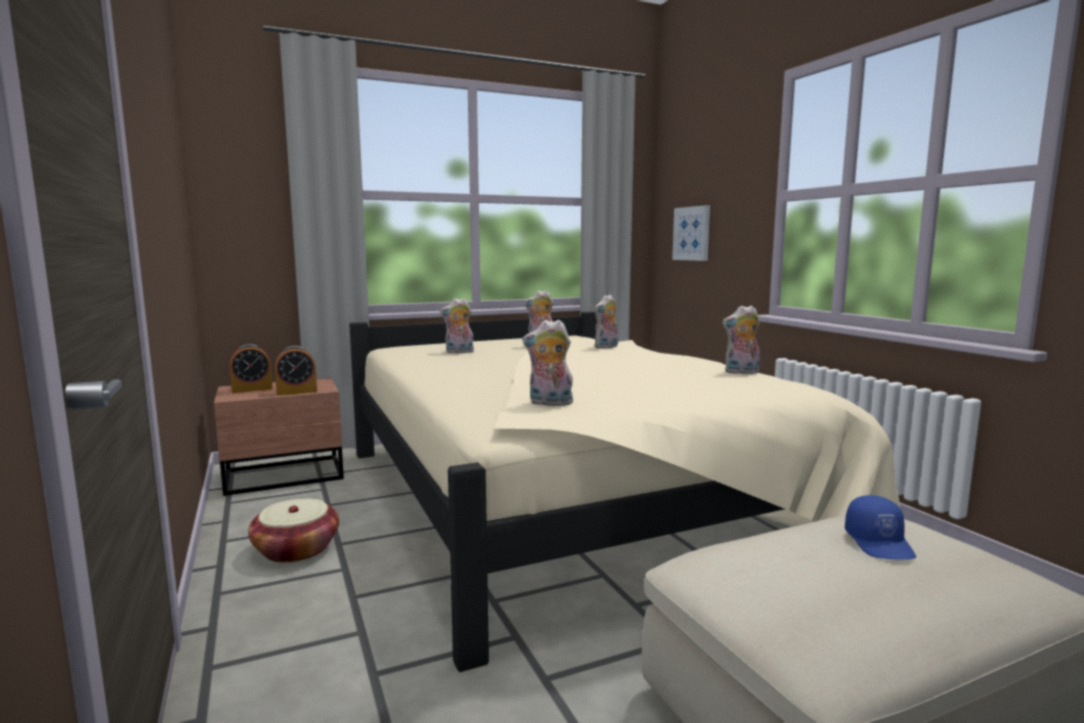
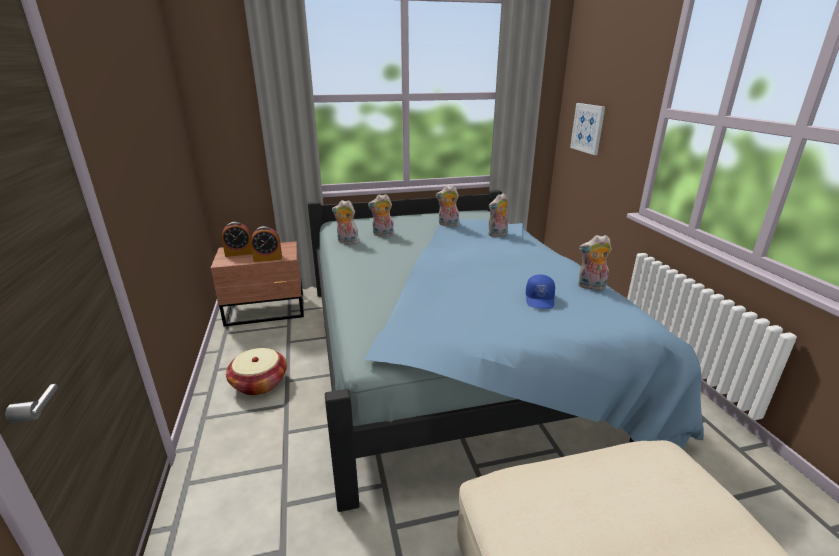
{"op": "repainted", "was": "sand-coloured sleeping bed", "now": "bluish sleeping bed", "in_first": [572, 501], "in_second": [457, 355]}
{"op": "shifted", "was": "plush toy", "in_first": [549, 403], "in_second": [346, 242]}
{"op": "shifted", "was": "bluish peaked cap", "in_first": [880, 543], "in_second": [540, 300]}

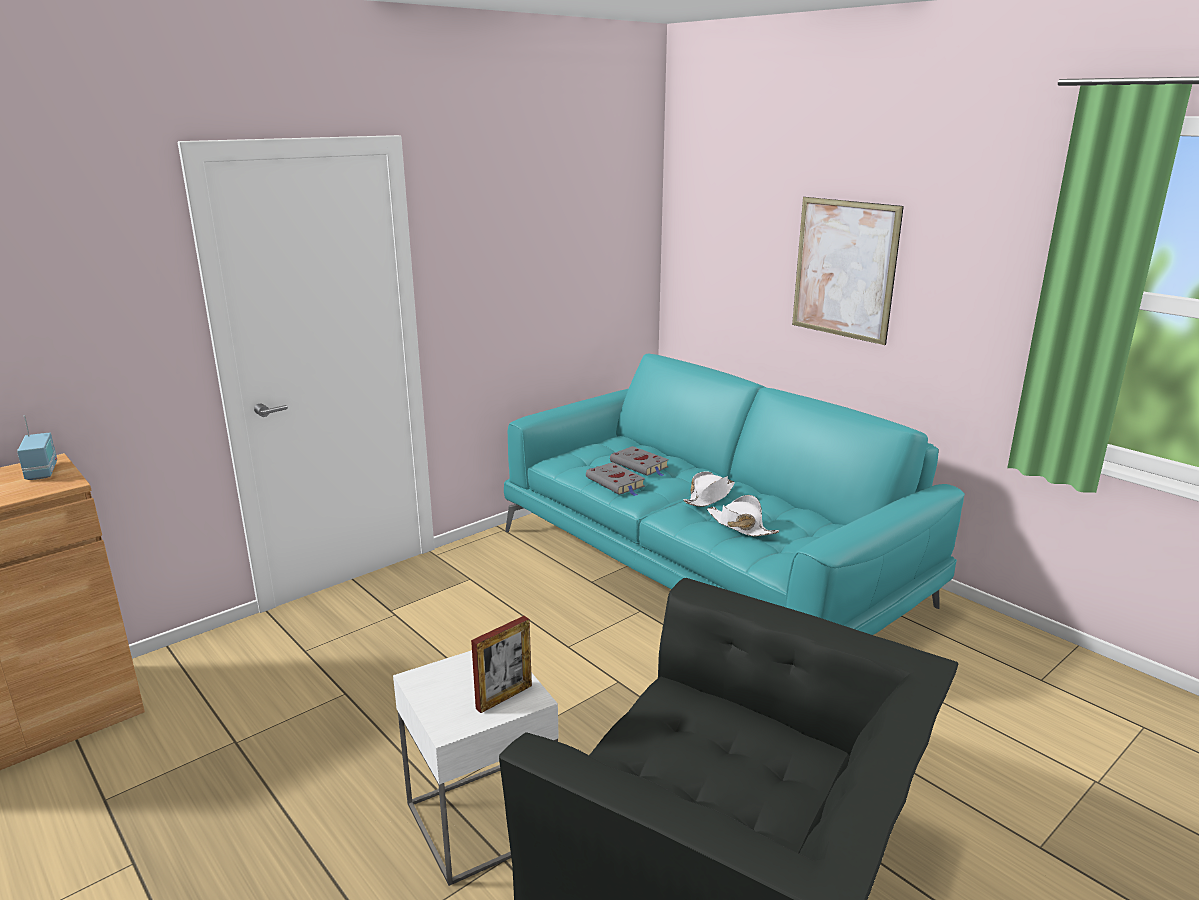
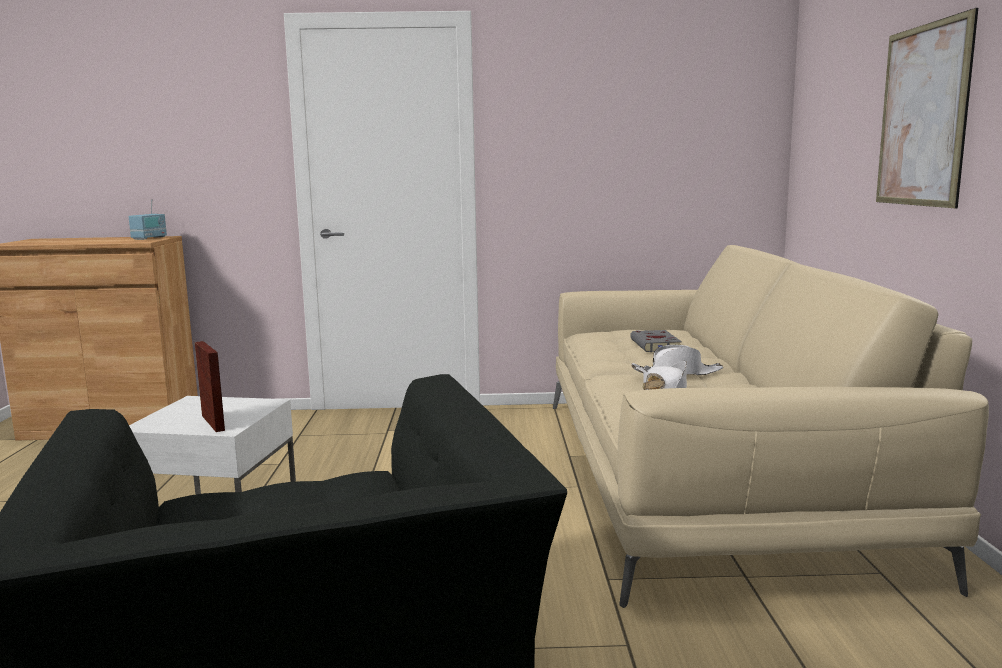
{"op": "repainted", "was": "blue-green settee", "now": "sand-coloured settee", "in_first": [707, 568], "in_second": [702, 477]}
{"op": "gone", "was": "gray bound book", "in_first": [616, 483]}
{"op": "rotated", "was": "standing frame", "in_first": [504, 697], "in_second": [213, 423], "clockwise": -120}

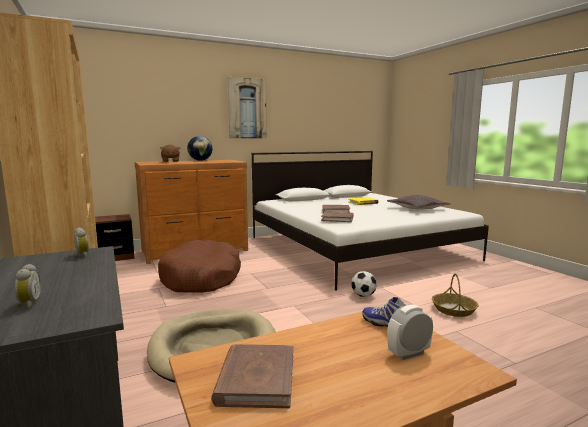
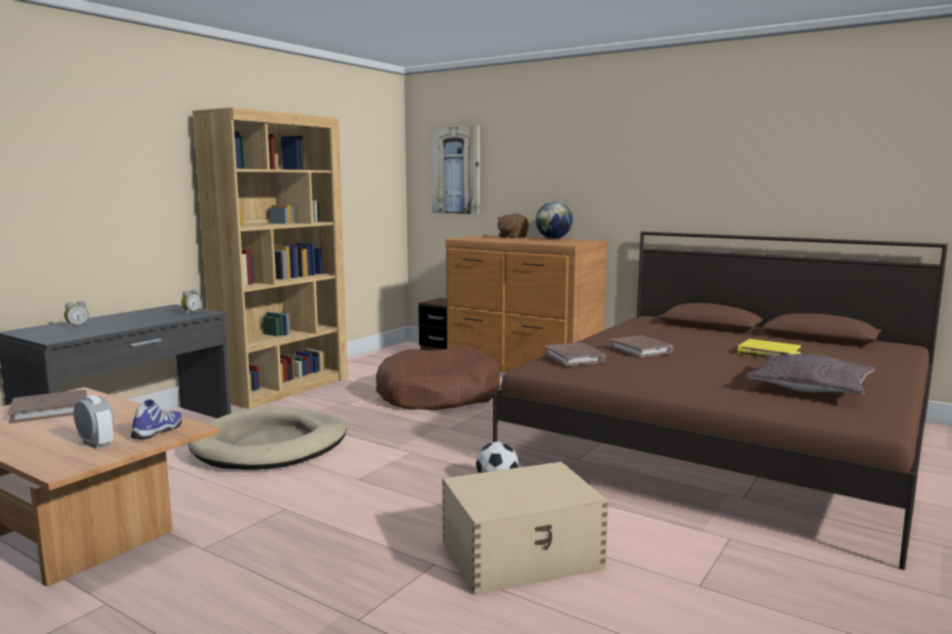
{"op": "shifted", "was": "picture", "in_first": [247, 108], "in_second": [456, 170]}
{"op": "repainted", "was": "white sleeping bed", "now": "brownish sleeping bed", "in_first": [357, 248], "in_second": [726, 441]}
{"op": "swapped", "was": "storage basket", "now": "sand-coloured storage box", "in_first": [453, 309], "in_second": [523, 555]}

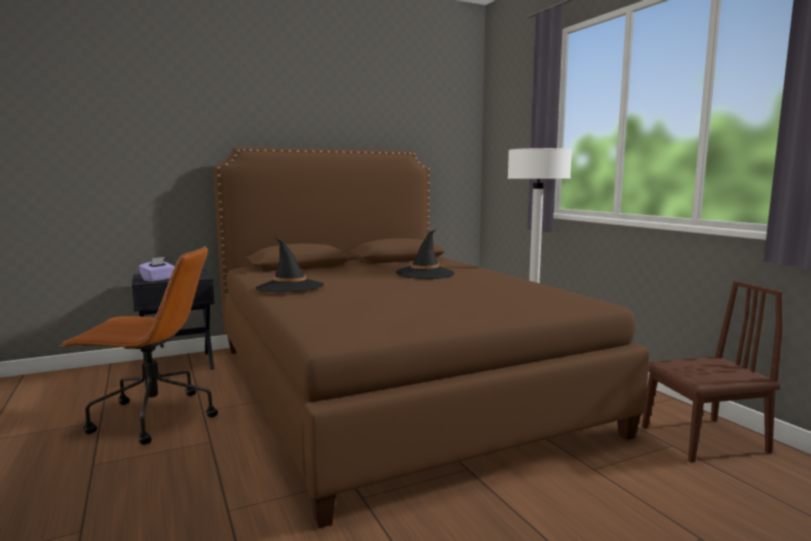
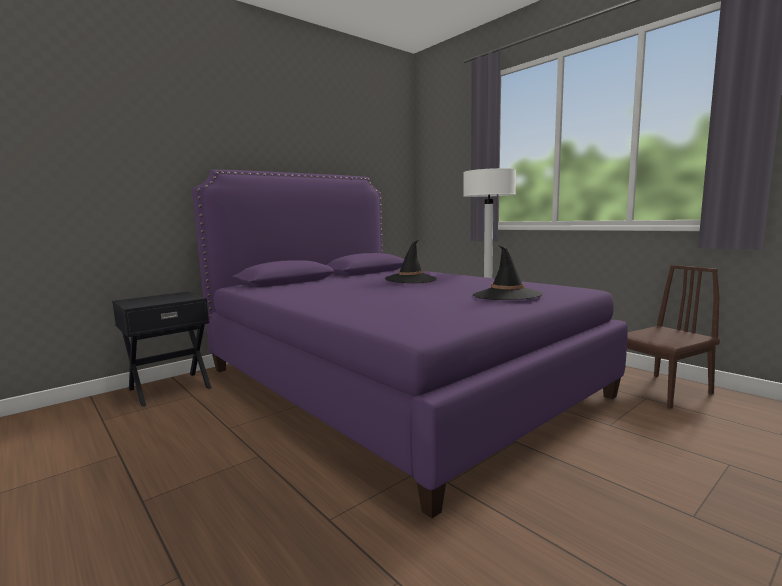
{"op": "repainted", "was": "brownish sleeping bed", "now": "purplish sleeping bed", "in_first": [390, 385], "in_second": [392, 382]}
{"op": "shifted", "was": "black-coloured hat", "in_first": [290, 287], "in_second": [507, 295]}
{"op": "gone", "was": "brownish office chair", "in_first": [152, 418]}
{"op": "gone", "was": "purplish box of tissues", "in_first": [158, 279]}

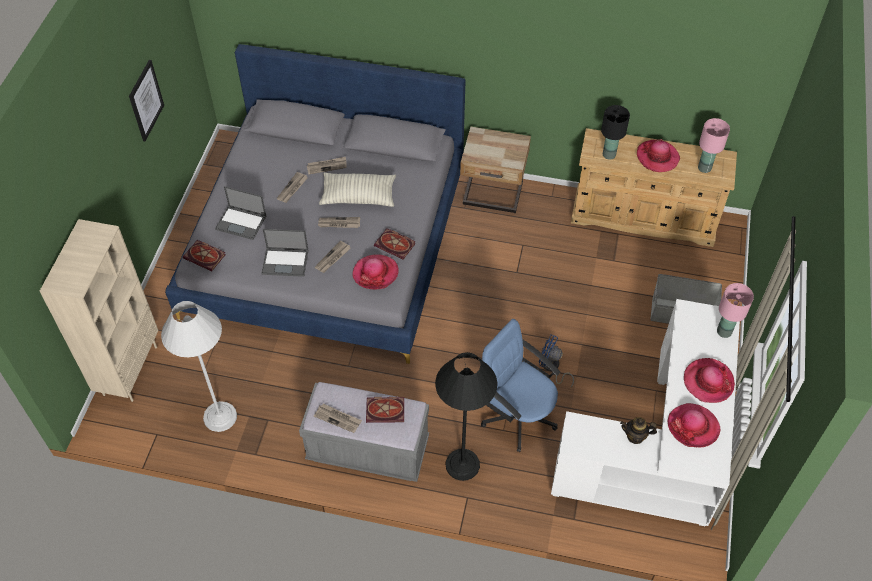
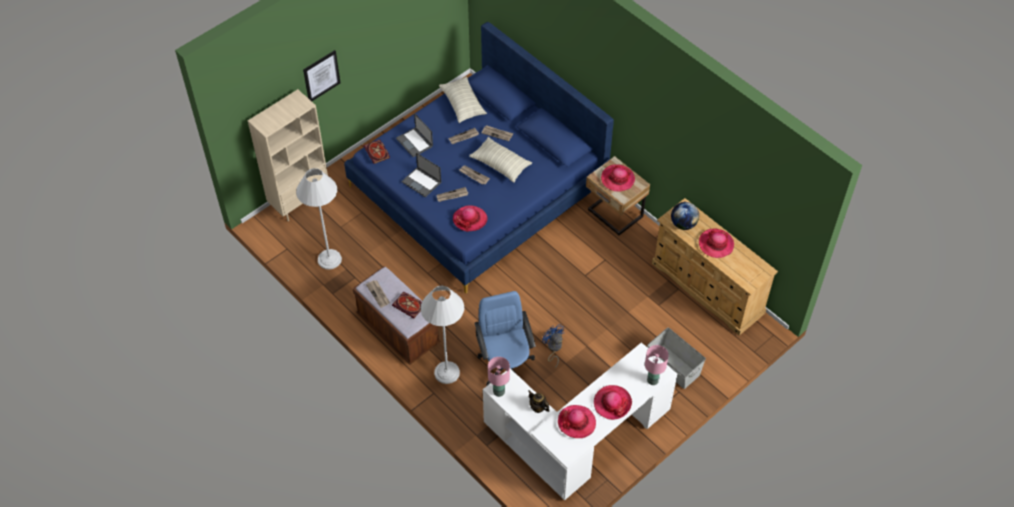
{"op": "repainted", "was": "gray sleeping bed", "now": "bluish sleeping bed", "in_first": [327, 243], "in_second": [478, 187]}
{"op": "shifted", "was": "picture", "in_first": [146, 100], "in_second": [321, 76]}
{"op": "swapped", "was": "black-coloured lamp for a table", "now": "world globe", "in_first": [608, 154], "in_second": [683, 224]}
{"op": "shifted", "was": "pink-coloured lamp for a table", "in_first": [705, 168], "in_second": [499, 392]}
{"op": "gone", "was": "bound book", "in_first": [396, 245]}
{"op": "repainted", "was": "black-coloured floor lamp", "now": "white floor lamp", "in_first": [462, 464], "in_second": [447, 372]}
{"op": "repainted", "was": "gray long seat", "now": "brownish long seat", "in_first": [368, 450], "in_second": [398, 330]}
{"op": "new", "now": "cushion", "in_second": [463, 105]}
{"op": "new", "now": "hat", "in_second": [617, 179]}

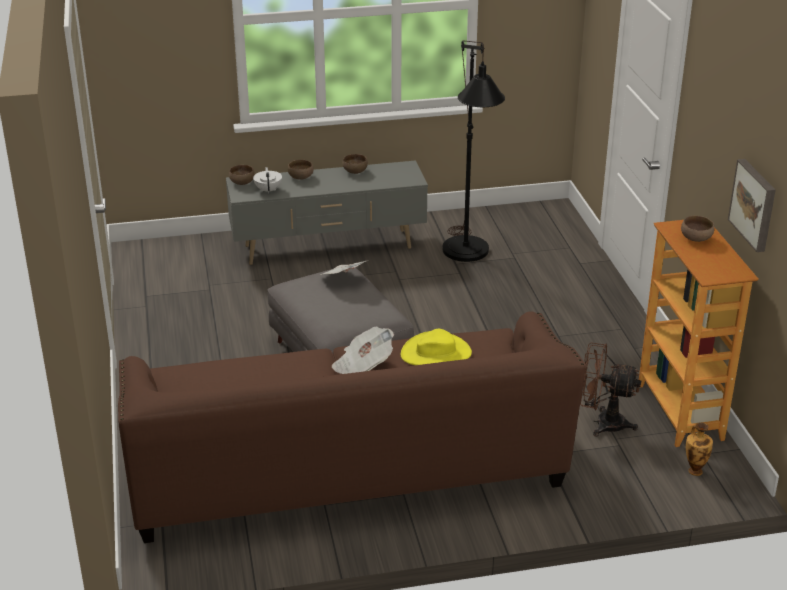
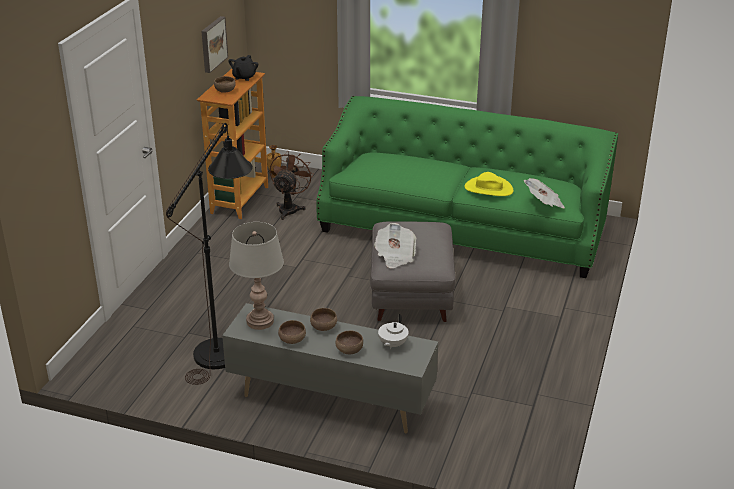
{"op": "shifted", "was": "brownish serving bowl", "in_first": [241, 182], "in_second": [324, 327]}
{"op": "repainted", "was": "brownish settee", "now": "green-coloured settee", "in_first": [346, 472], "in_second": [462, 229]}
{"op": "shifted", "was": "daily paper", "in_first": [363, 366], "in_second": [544, 203]}
{"op": "shifted", "was": "yellow hat", "in_first": [436, 353], "in_second": [488, 189]}
{"op": "rotated", "was": "brownish electric fan", "in_first": [602, 423], "in_second": [290, 208], "clockwise": -120}
{"op": "new", "now": "black-coloured pot for tea", "in_second": [244, 77]}
{"op": "new", "now": "gray lamp for a table", "in_second": [260, 321]}

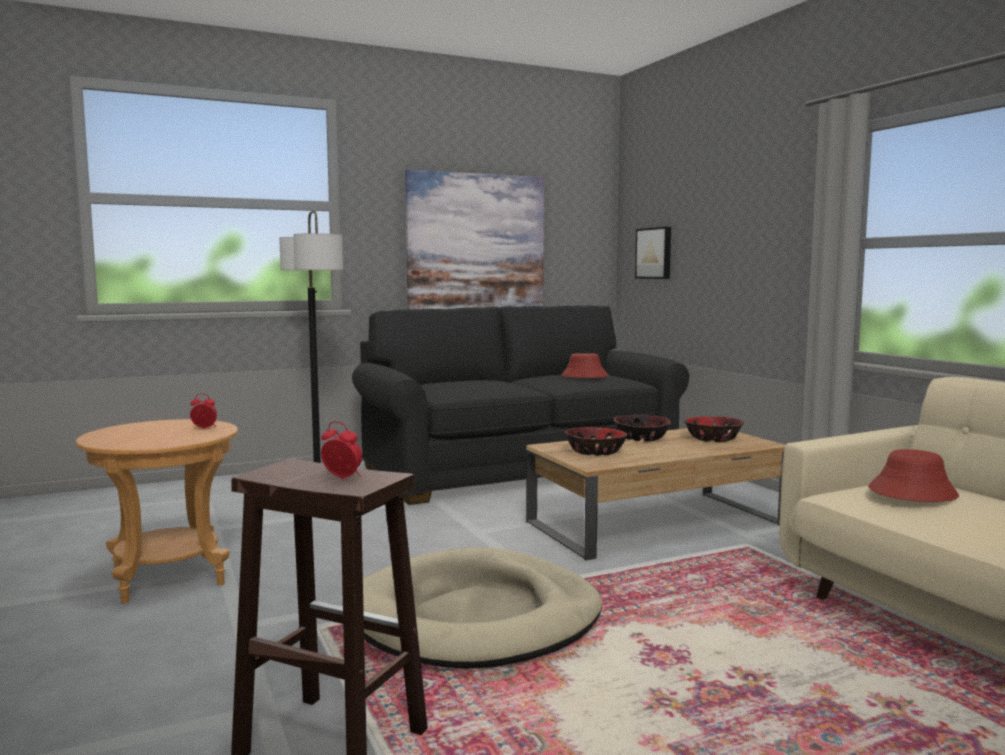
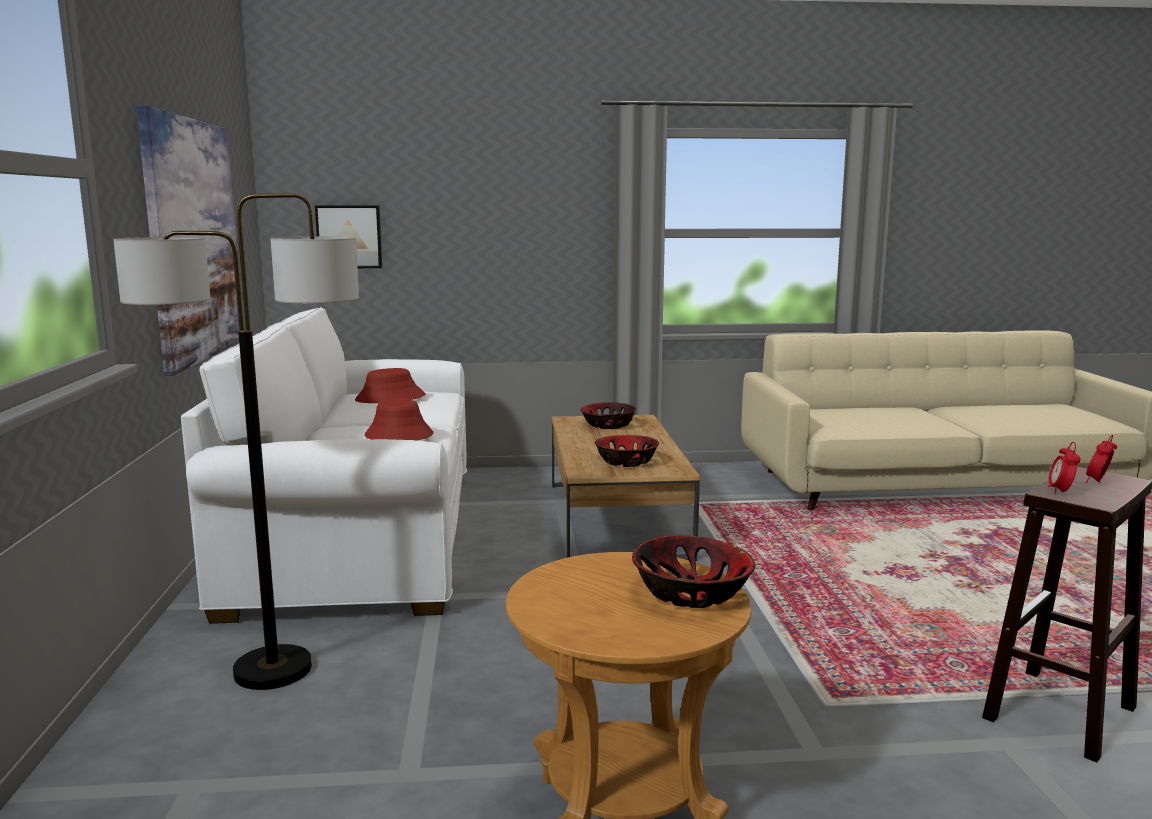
{"op": "repainted", "was": "black-coloured settee", "now": "white settee", "in_first": [519, 469], "in_second": [362, 537]}
{"op": "shifted", "was": "alarm clock", "in_first": [204, 428], "in_second": [1060, 492]}
{"op": "shifted", "was": "serving bowl", "in_first": [642, 438], "in_second": [692, 593]}
{"op": "shifted", "was": "red hat", "in_first": [912, 493], "in_second": [398, 435]}
{"op": "gone", "was": "sand-coloured dog bed", "in_first": [476, 617]}

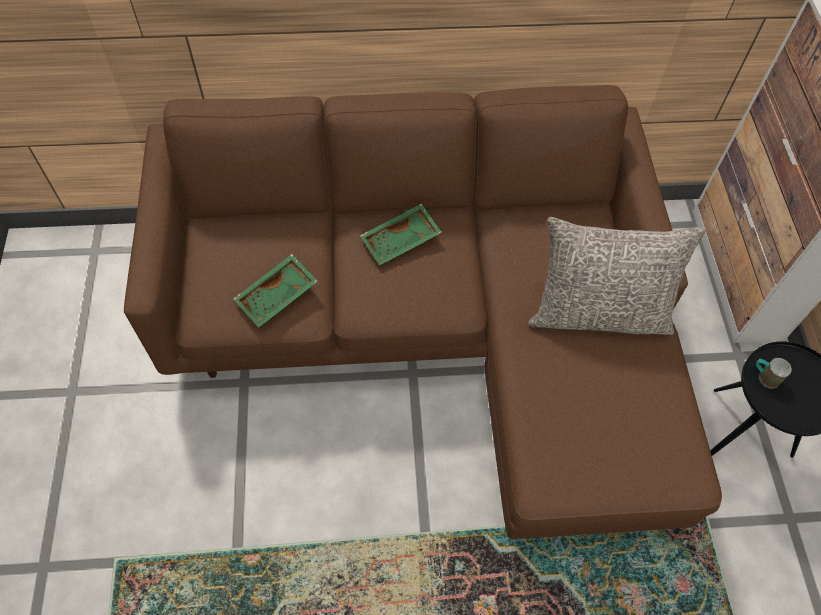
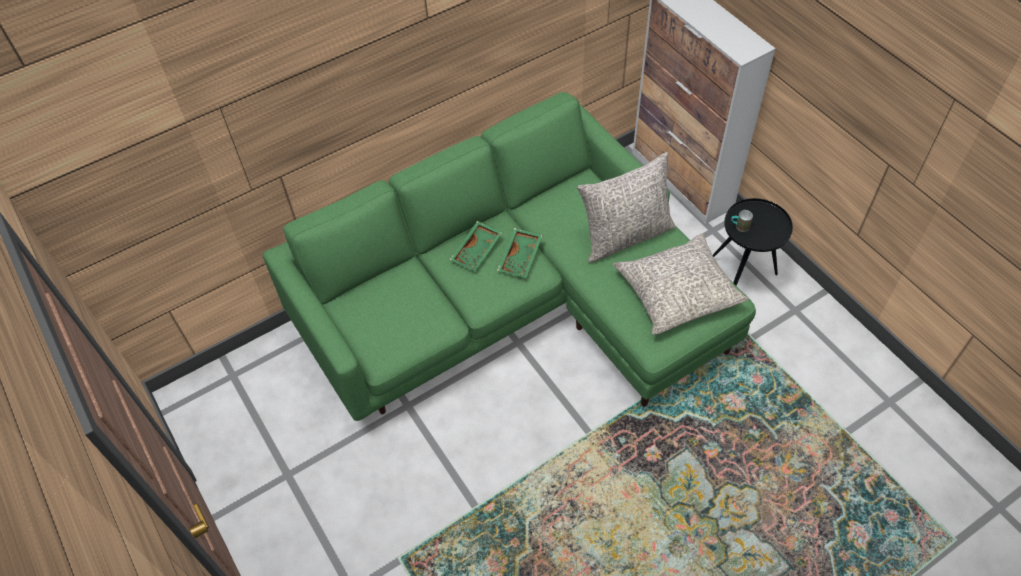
{"op": "repainted", "was": "brownish settee", "now": "green-coloured settee", "in_first": [436, 330], "in_second": [515, 307]}
{"op": "shifted", "was": "green-coloured tray", "in_first": [278, 297], "in_second": [521, 257]}
{"op": "new", "now": "gray cushion", "in_second": [677, 292]}

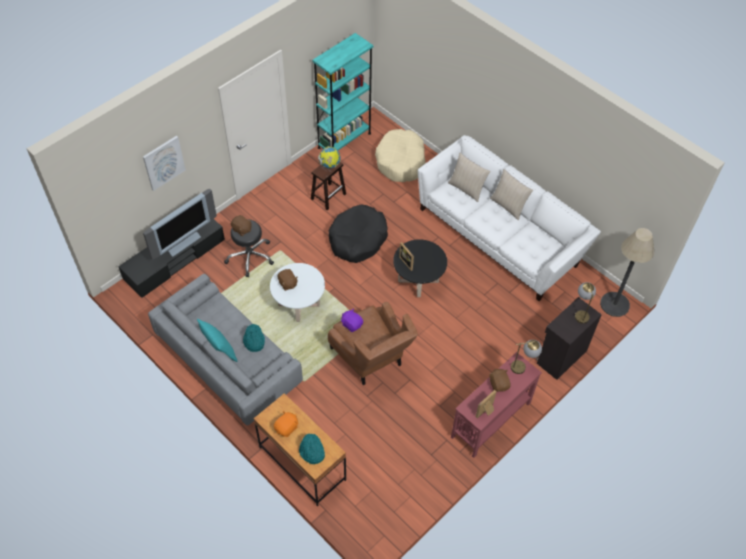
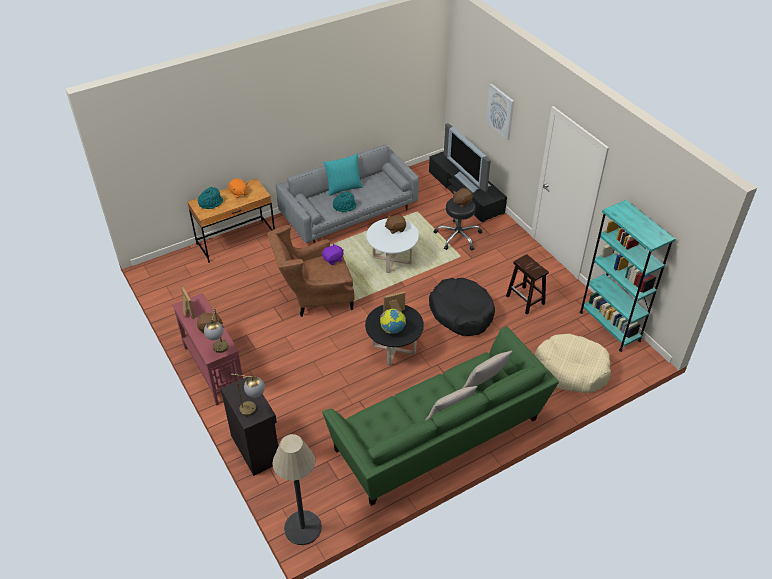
{"op": "repainted", "was": "white settee", "now": "green-coloured settee", "in_first": [500, 235], "in_second": [439, 438]}
{"op": "shifted", "was": "world globe", "in_first": [329, 165], "in_second": [392, 330]}

